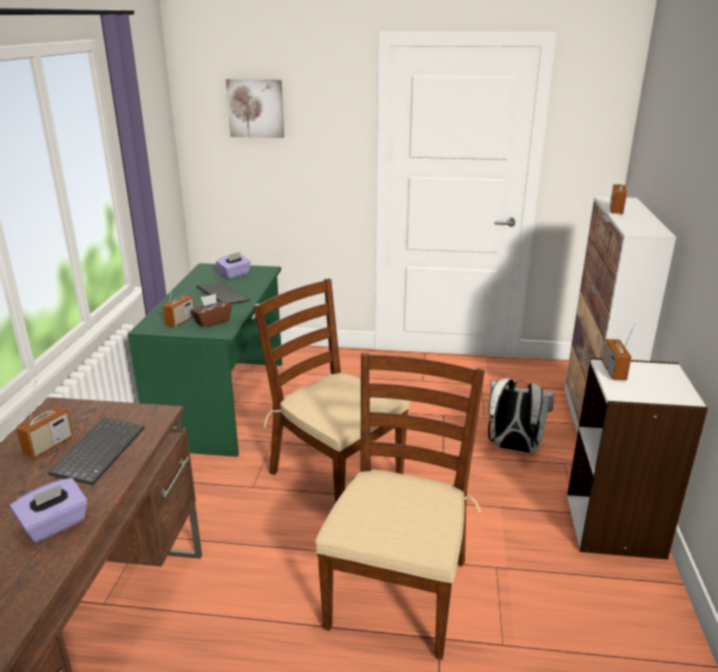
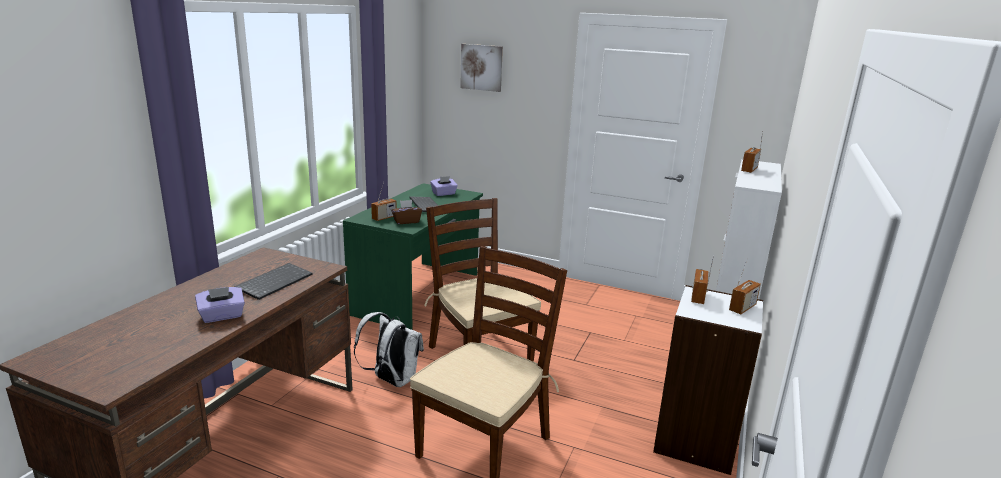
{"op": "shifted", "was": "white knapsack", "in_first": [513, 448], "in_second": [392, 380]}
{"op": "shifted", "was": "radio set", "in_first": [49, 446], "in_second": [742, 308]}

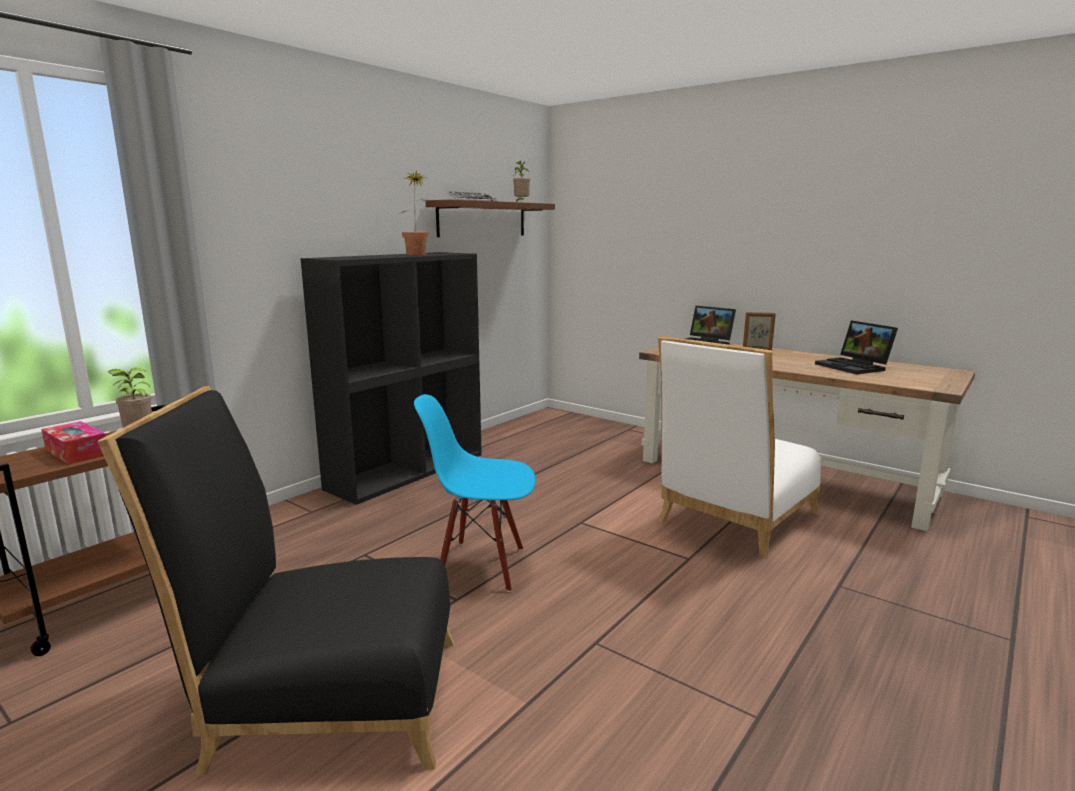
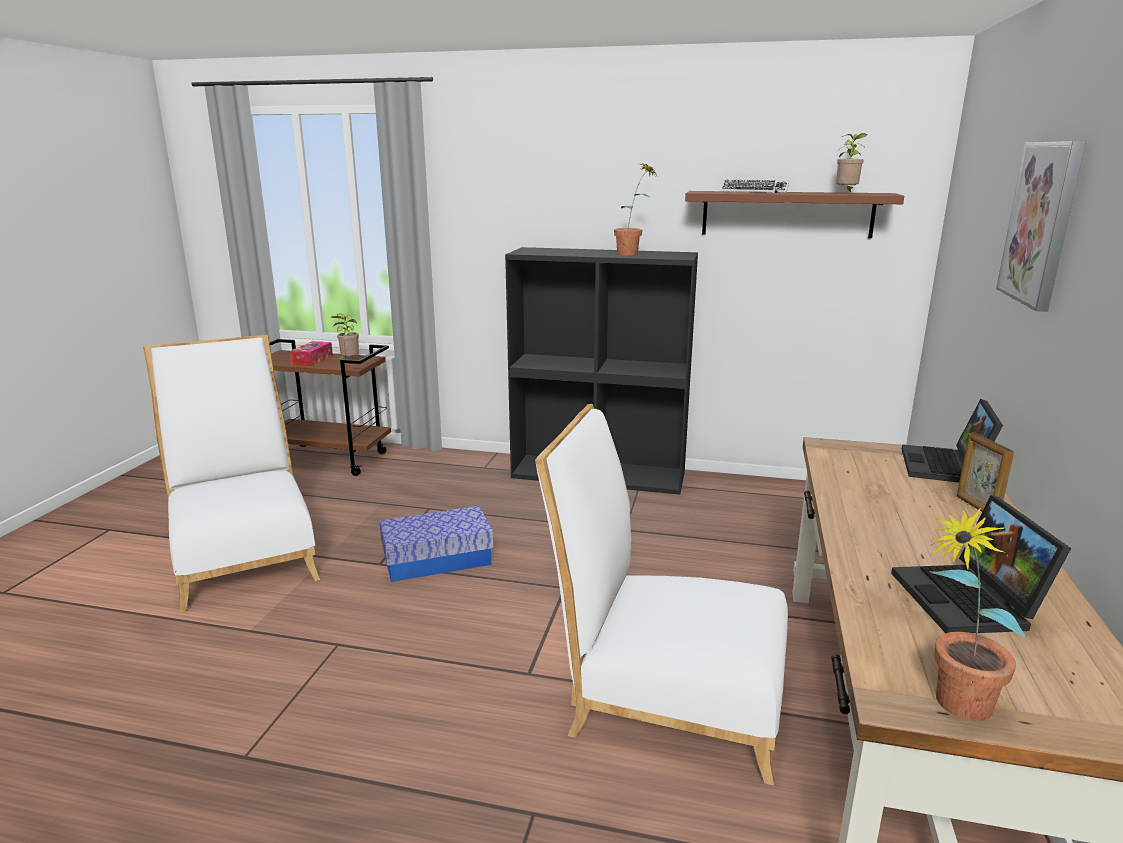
{"op": "rotated", "was": "notebook computer", "in_first": [855, 367], "in_second": [970, 601], "clockwise": -45}
{"op": "repainted", "was": "black-coloured plain chair", "now": "white plain chair", "in_first": [323, 699], "in_second": [244, 554]}
{"op": "swapped", "was": "bluish plain chair", "now": "storage box", "in_first": [481, 567], "in_second": [437, 559]}
{"op": "new", "now": "picture", "in_second": [1041, 223]}
{"op": "new", "now": "plant in a pot", "in_second": [951, 707]}

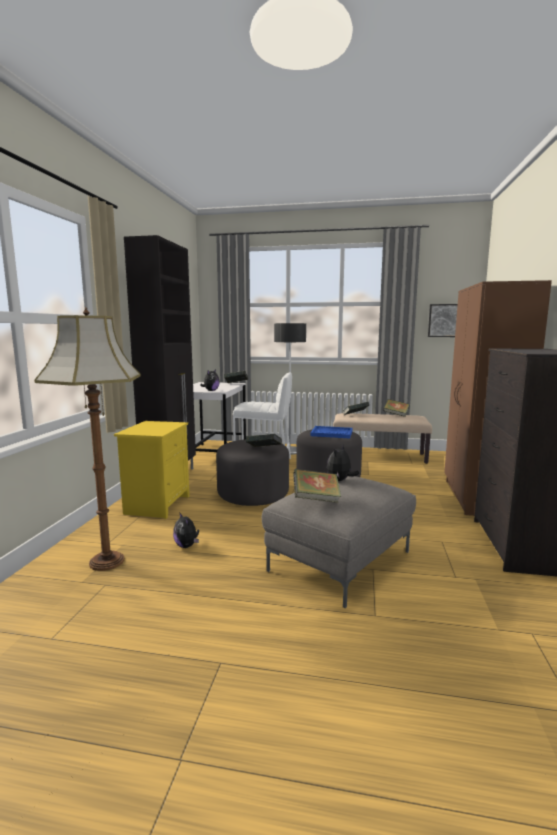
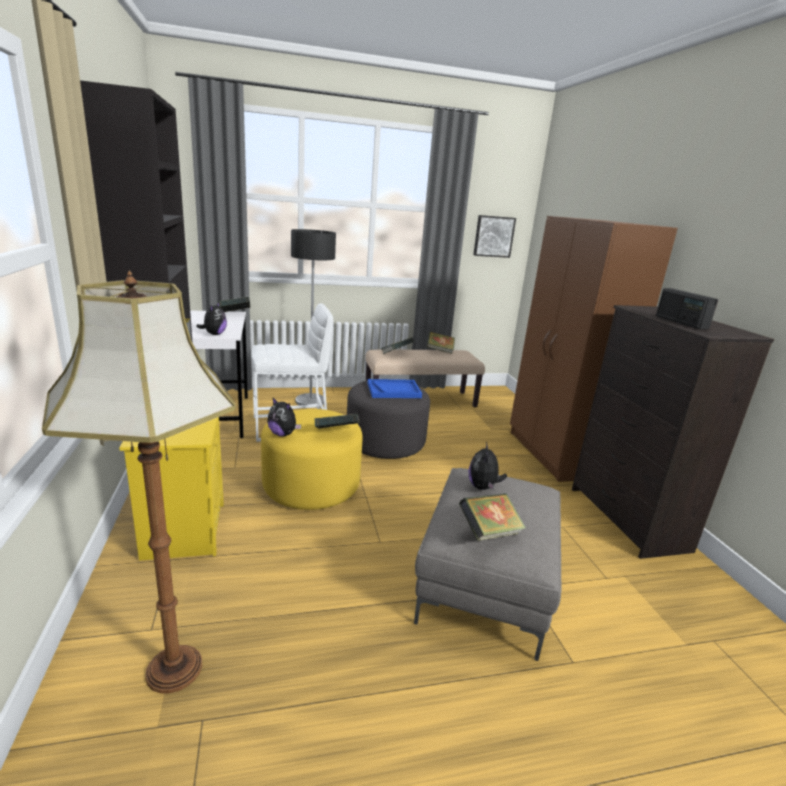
{"op": "repainted", "was": "gray footrest", "now": "yellow footrest", "in_first": [253, 494], "in_second": [311, 485]}
{"op": "shifted", "was": "plush toy", "in_first": [187, 546], "in_second": [283, 434]}
{"op": "new", "now": "radio set", "in_second": [680, 322]}

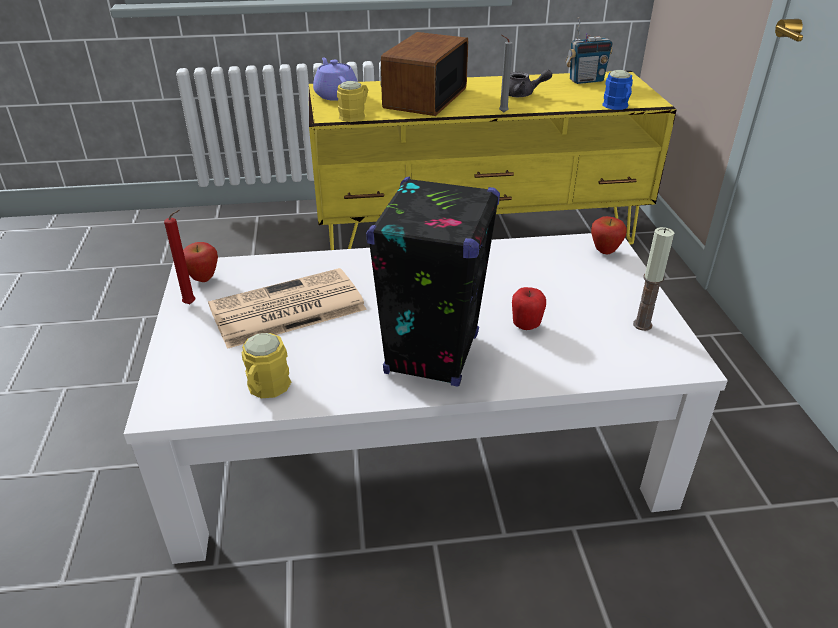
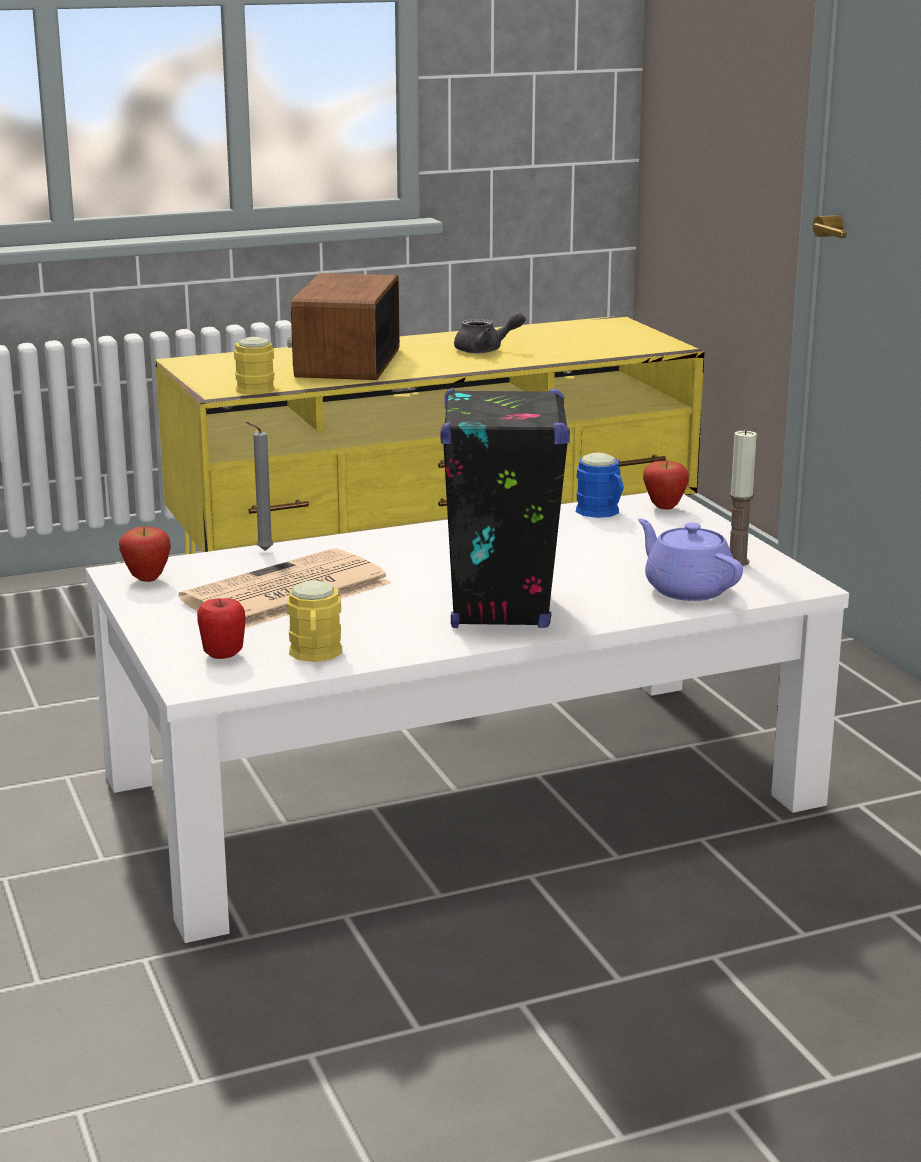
{"op": "gone", "was": "radio set", "in_first": [586, 80]}
{"op": "shifted", "was": "gray candle", "in_first": [501, 112], "in_second": [262, 551]}
{"op": "shifted", "was": "purplish pot for tea", "in_first": [336, 95], "in_second": [687, 589]}
{"op": "shifted", "was": "bluish tea mug", "in_first": [617, 107], "in_second": [602, 512]}
{"op": "gone", "was": "red candle", "in_first": [192, 304]}
{"op": "shifted", "was": "apple fruit", "in_first": [526, 326], "in_second": [223, 655]}

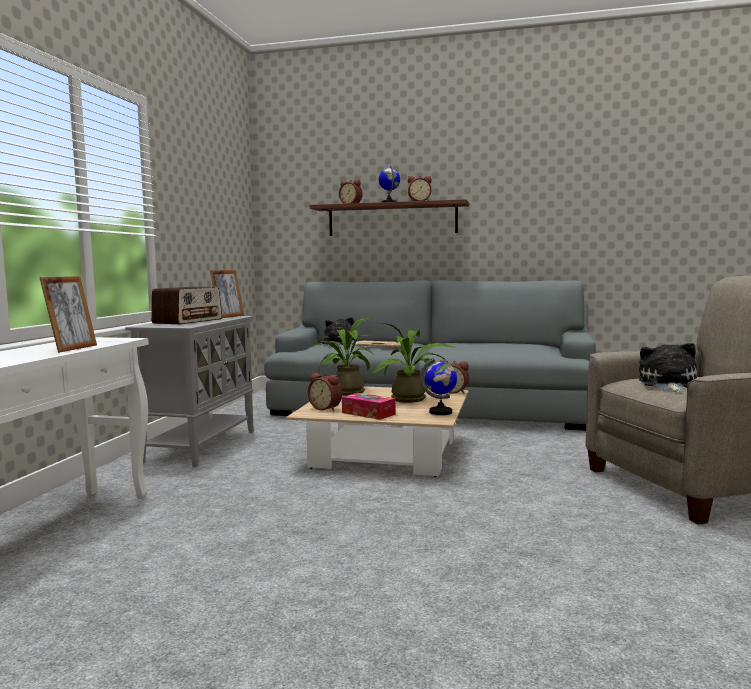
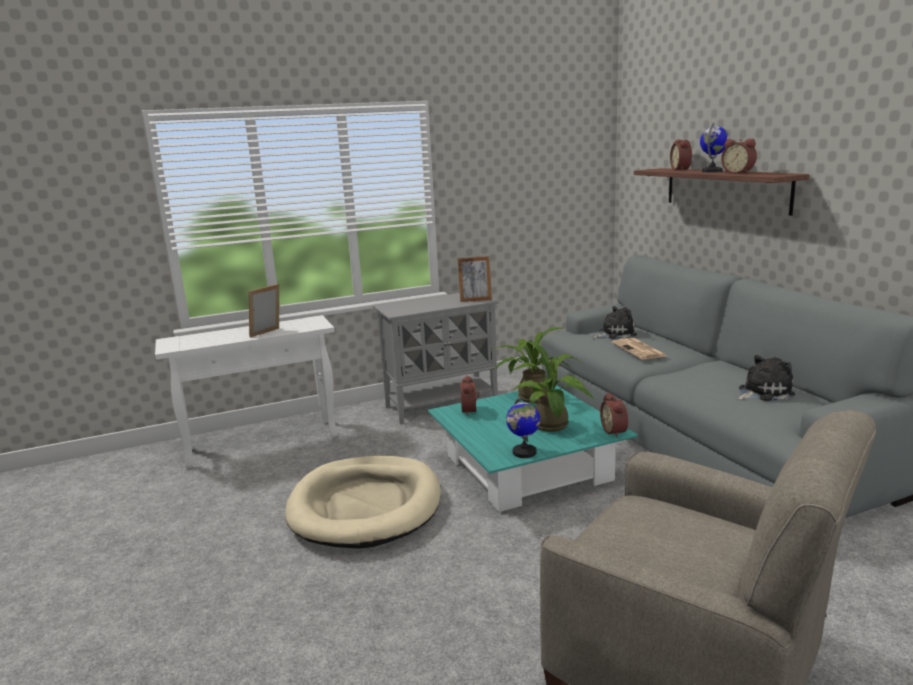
{"op": "rotated", "was": "standing frame", "in_first": [72, 348], "in_second": [267, 333], "clockwise": 150}
{"op": "gone", "was": "radio set", "in_first": [188, 321]}
{"op": "shifted", "was": "plush toy", "in_first": [668, 384], "in_second": [762, 392]}
{"op": "repainted", "was": "sand-coloured coffee table", "now": "blue-green coffee table", "in_first": [386, 452], "in_second": [528, 468]}
{"op": "gone", "was": "box of tissues", "in_first": [368, 413]}
{"op": "new", "now": "sand-coloured dog bed", "in_second": [366, 506]}

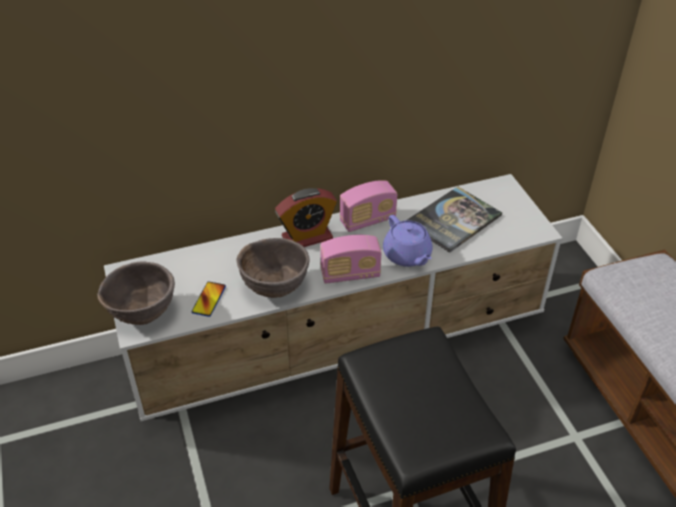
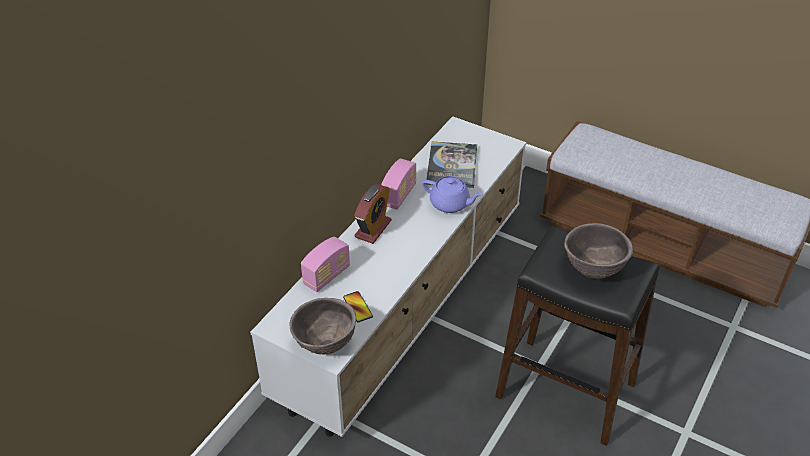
{"op": "shifted", "was": "radio set", "in_first": [350, 274], "in_second": [327, 276]}
{"op": "shifted", "was": "brownish serving bowl", "in_first": [275, 289], "in_second": [593, 270]}

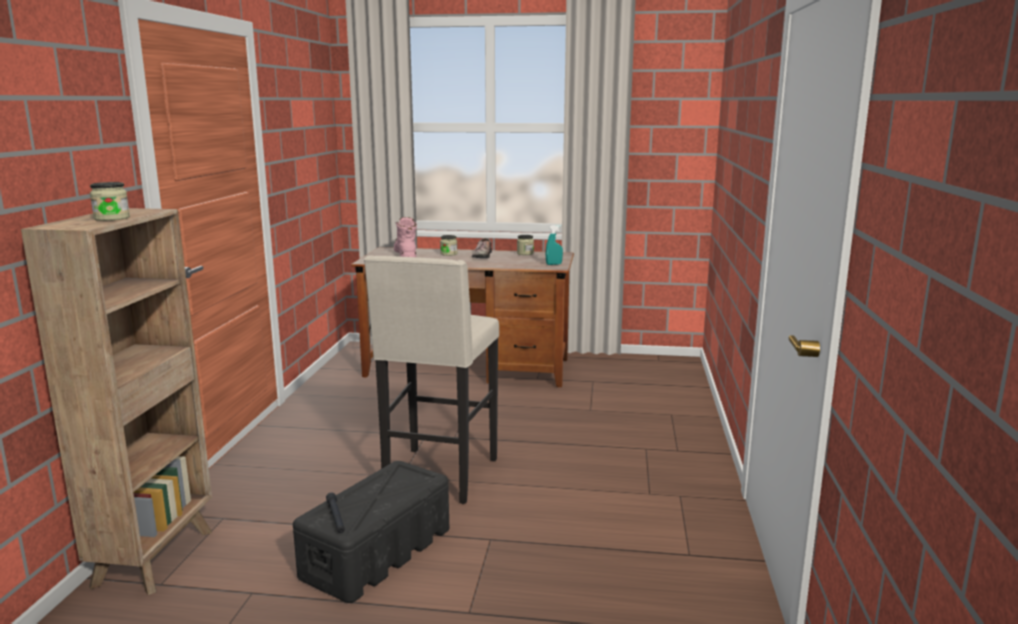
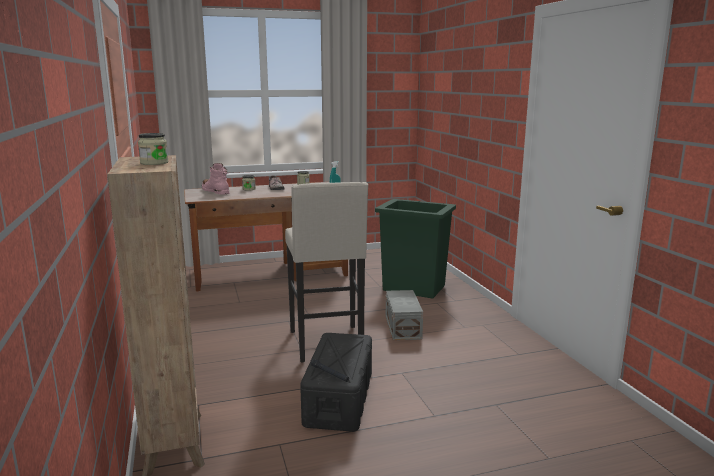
{"op": "new", "now": "green-coloured rubbish bin", "in_second": [413, 287]}
{"op": "new", "now": "gray storage box", "in_second": [403, 326]}

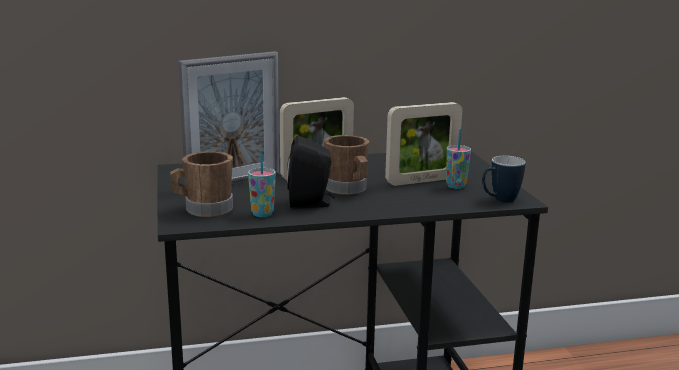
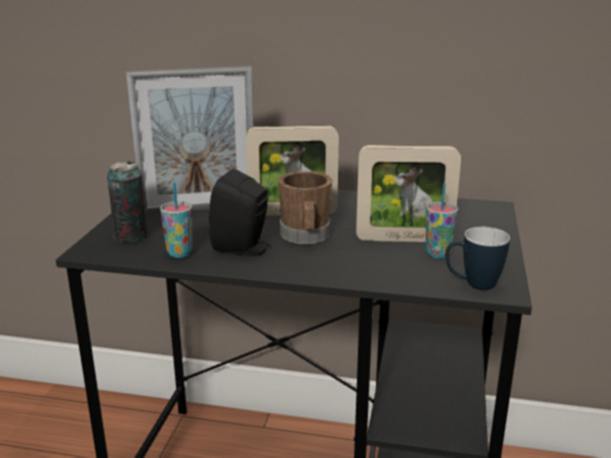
{"op": "swapped", "was": "brownish tea mug", "now": "sealed can", "in_first": [203, 209], "in_second": [131, 237]}

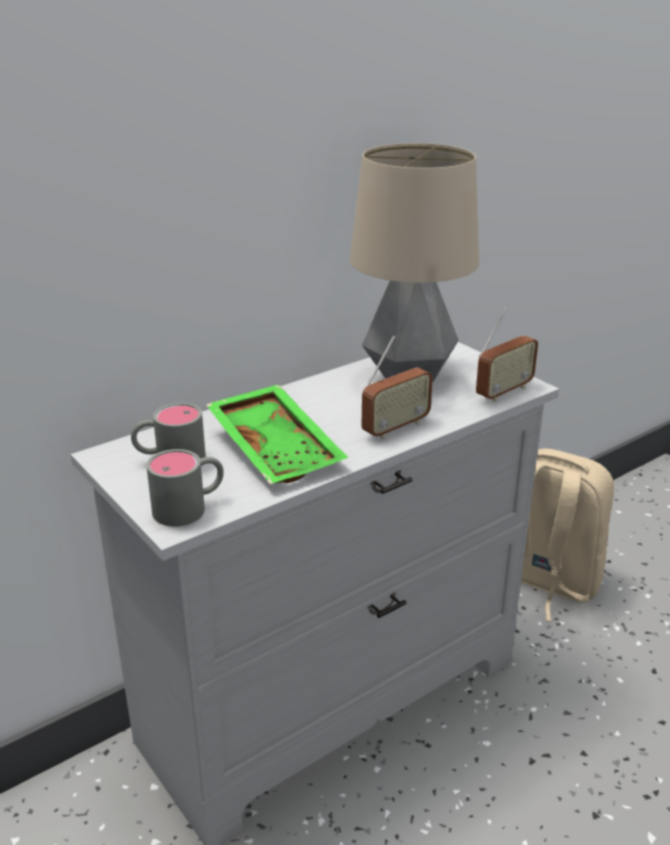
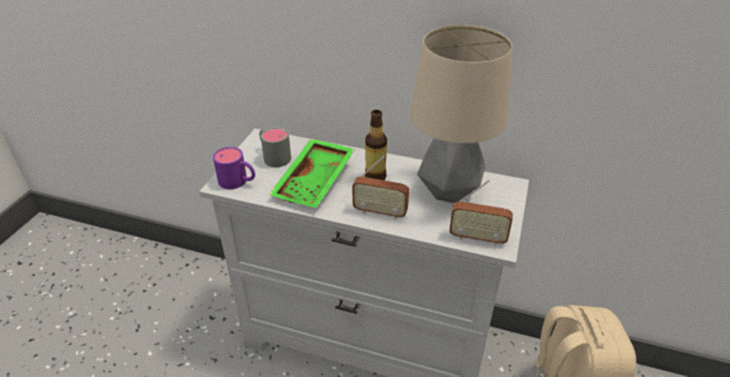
{"op": "repainted", "was": "gray tea mug", "now": "purplish tea mug", "in_first": [190, 507], "in_second": [238, 182]}
{"op": "new", "now": "drink bottle", "in_second": [375, 177]}

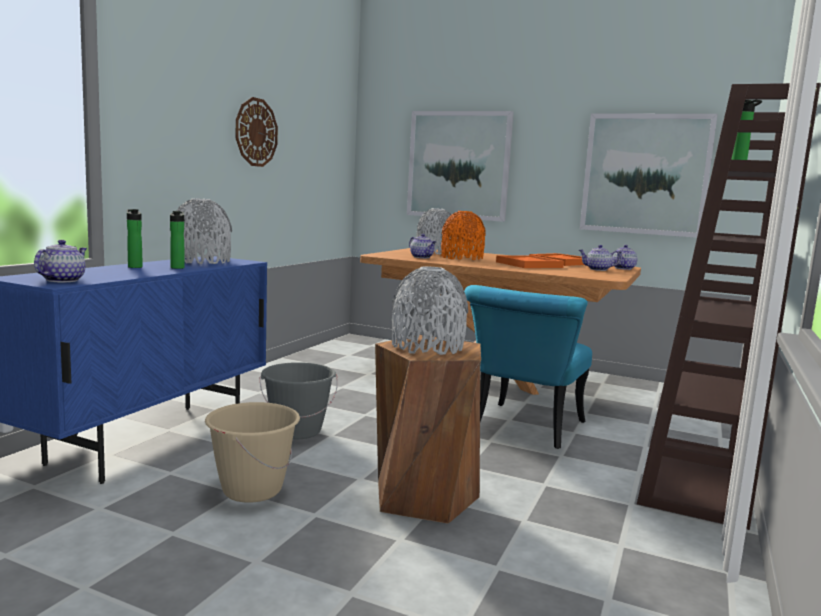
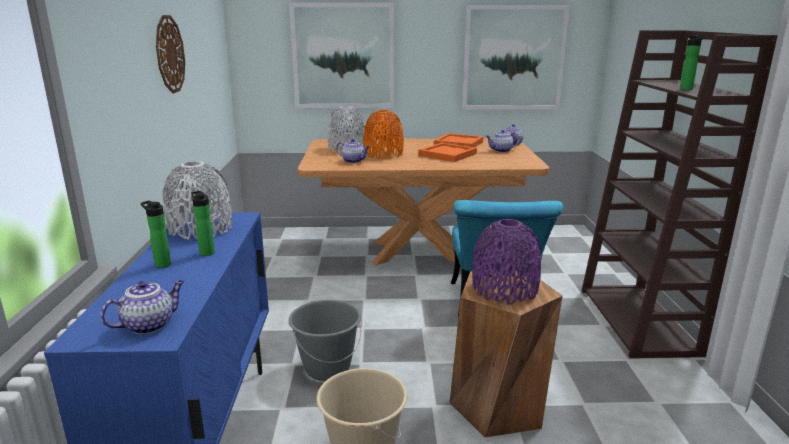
{"op": "rotated", "was": "pot for tea", "in_first": [63, 280], "in_second": [149, 325], "clockwise": 60}
{"op": "repainted", "was": "gray decorative vase", "now": "purplish decorative vase", "in_first": [427, 347], "in_second": [504, 290]}

